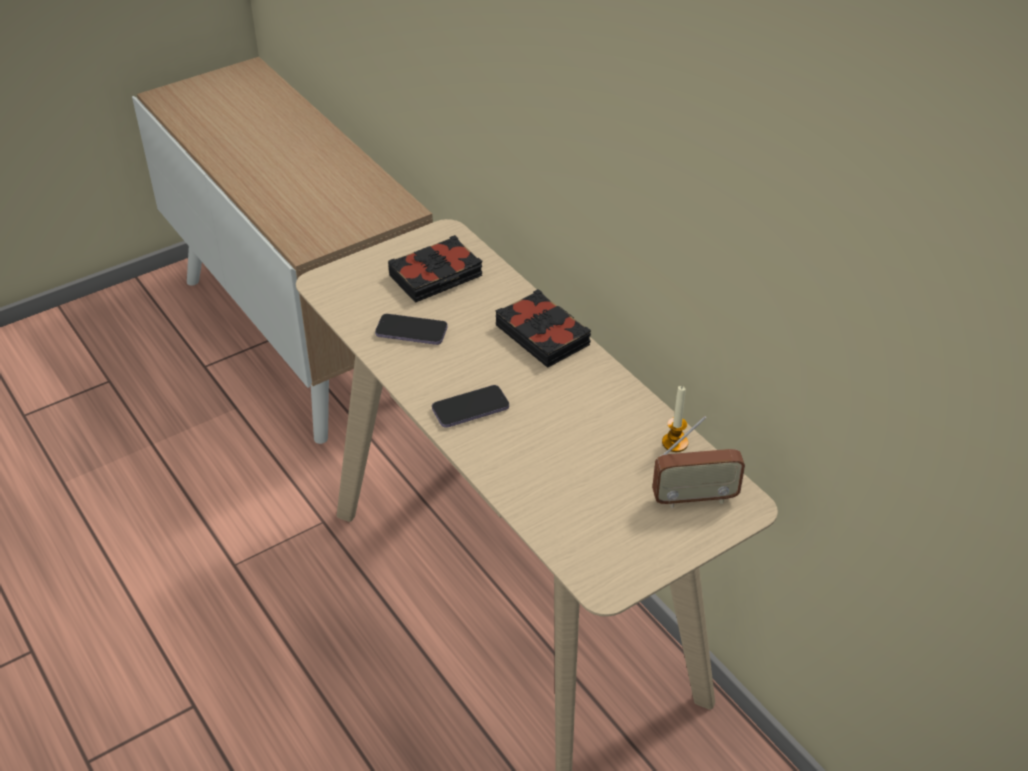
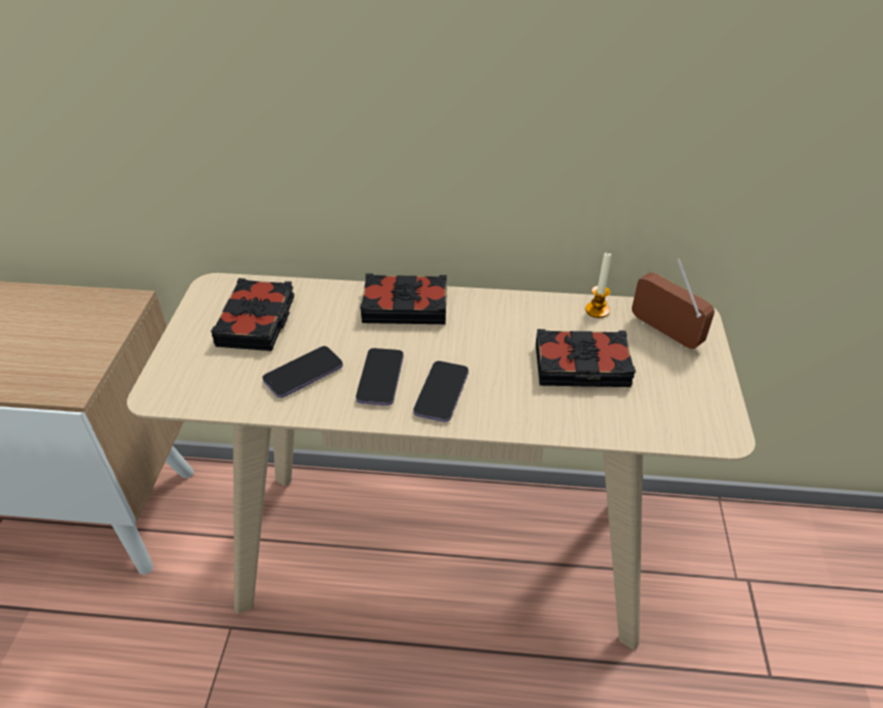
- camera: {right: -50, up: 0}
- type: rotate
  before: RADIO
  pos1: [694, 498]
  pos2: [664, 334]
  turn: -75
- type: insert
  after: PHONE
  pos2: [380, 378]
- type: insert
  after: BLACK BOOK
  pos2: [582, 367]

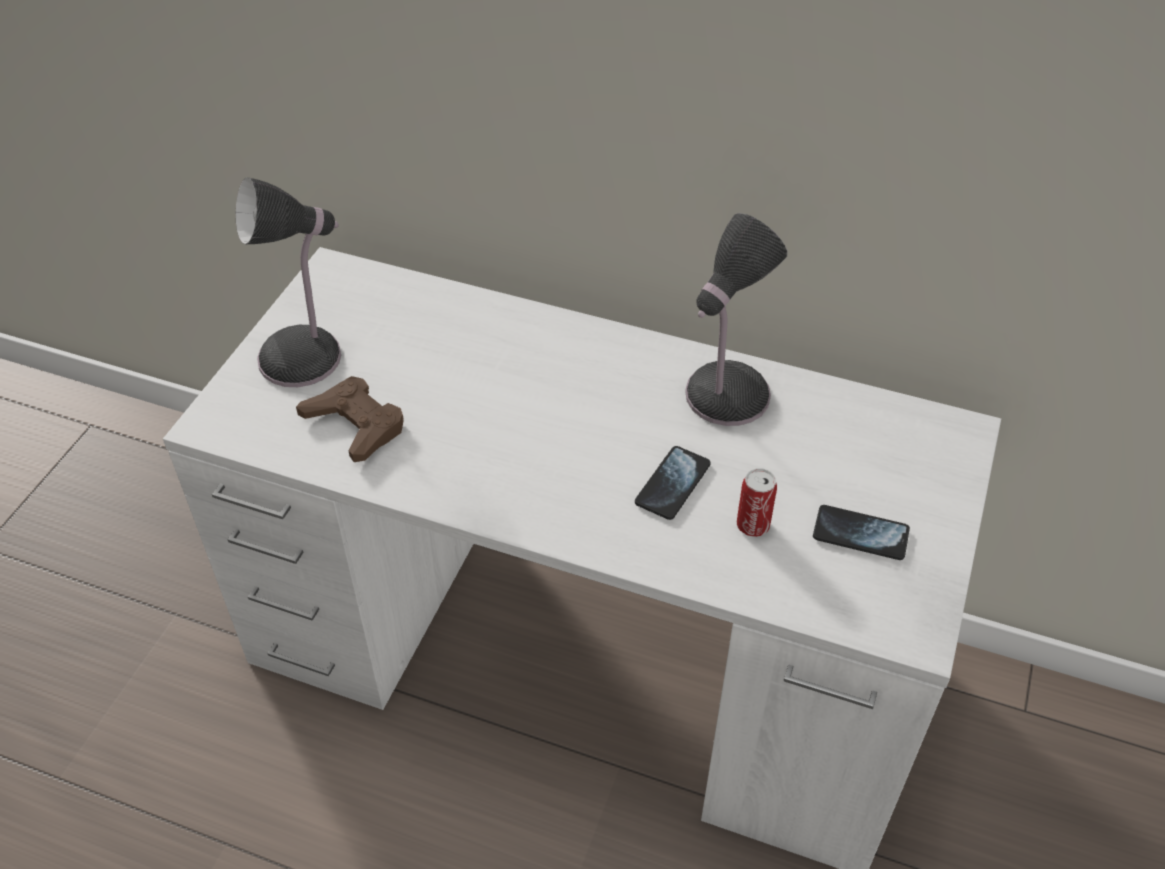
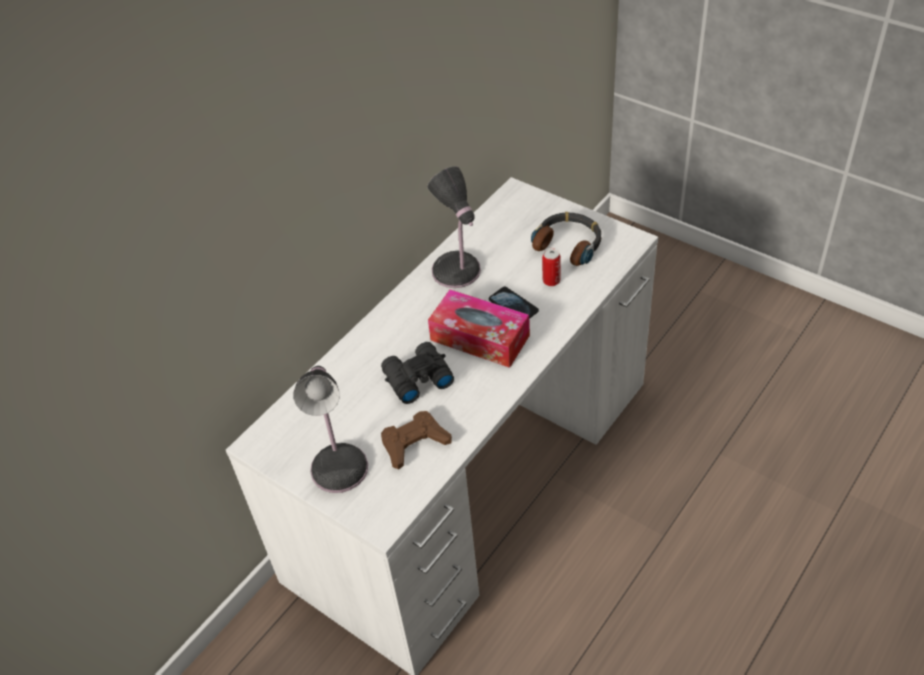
- camera: {right: -70, up: 0}
- type: replace
  before: PHONE
  after: HEADPHONES
  pos1: [860, 534]
  pos2: [569, 244]
- type: insert
  after: BLACK BINOCULARS
  pos2: [416, 378]
- type: insert
  after: TISSUE BOX
  pos2: [480, 338]

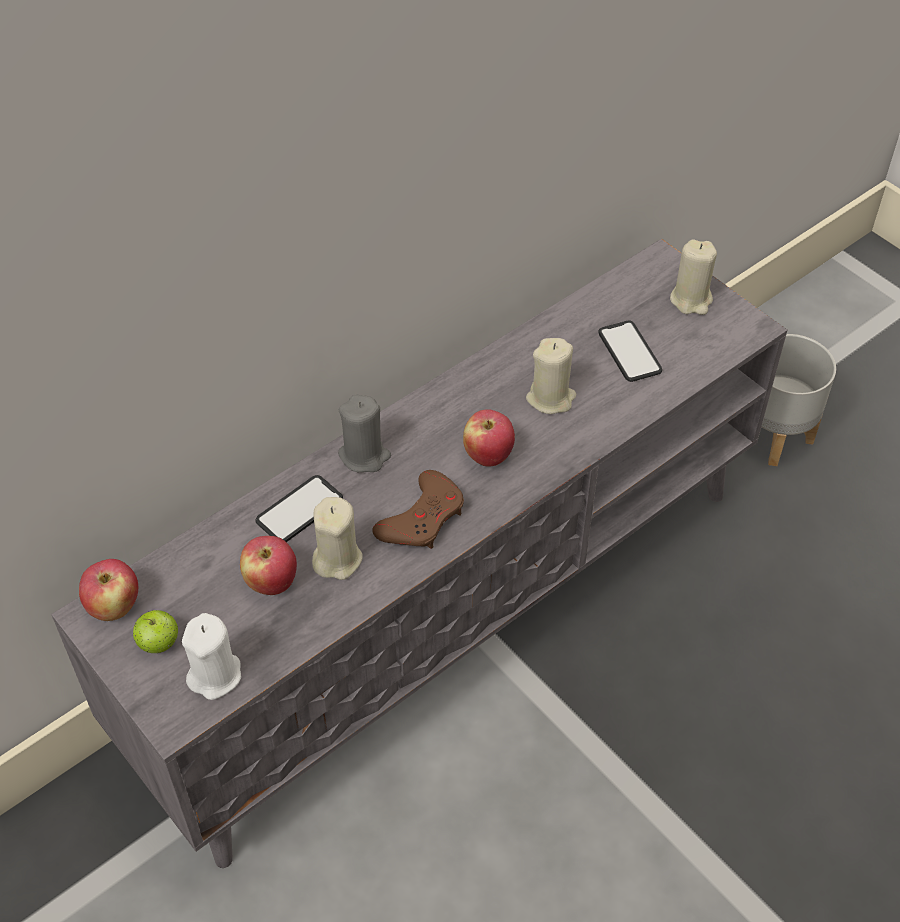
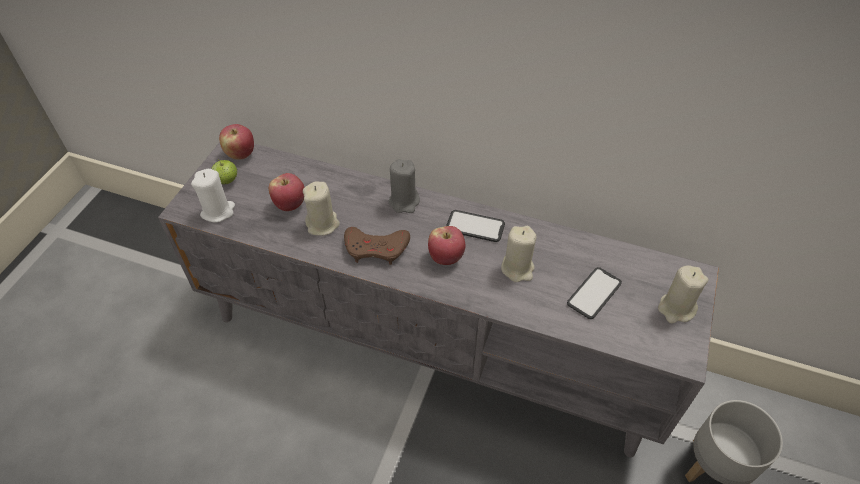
- camera: {right: 60, up: 0}
- type: move
  before: PHONE
  pos1: [299, 510]
  pos2: [475, 226]

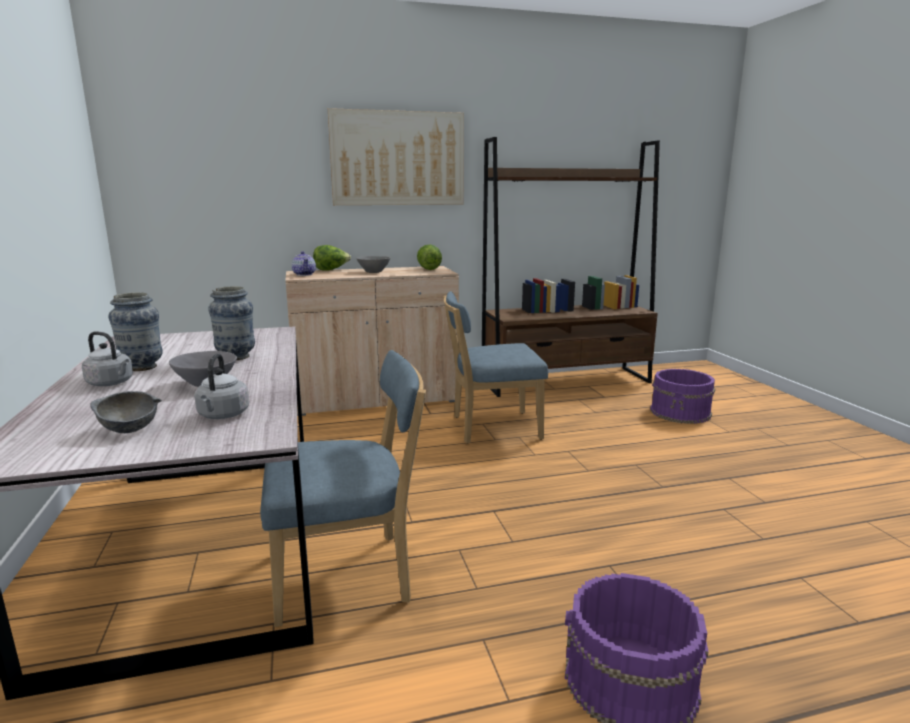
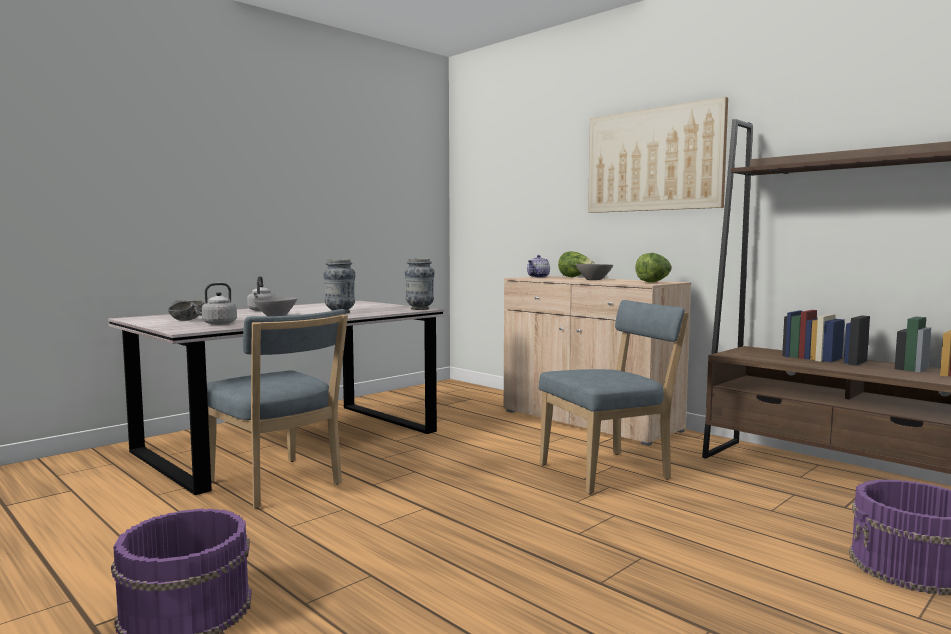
- camera: {right: 60, up: -10}
- type: move
  before: VASE
  pos1: [142, 367]
  pos2: [419, 309]
- type: rotate
  before: BLUE CHAIR
  pos1: [491, 428]
  pos2: [609, 471]
  turn: 105

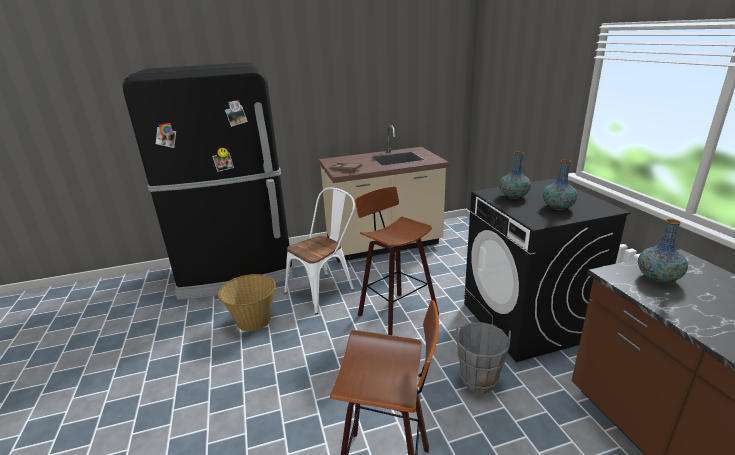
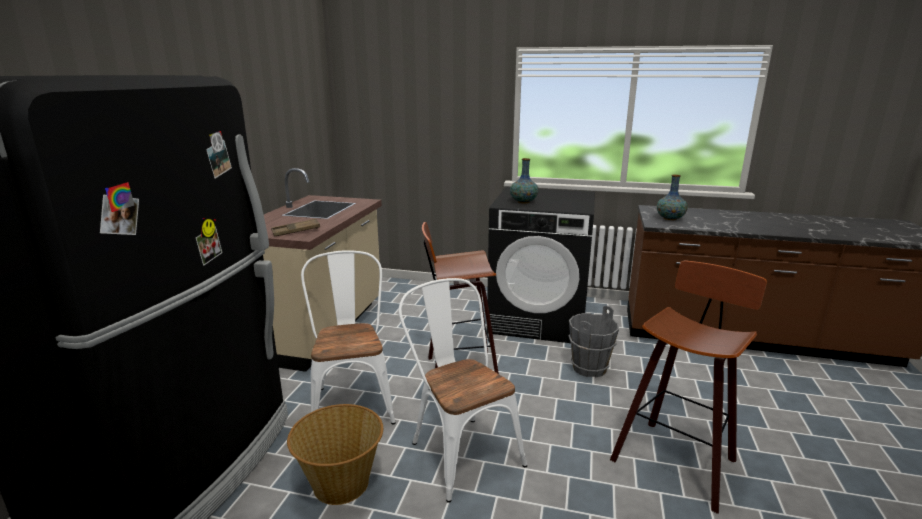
- camera: {right: -60, up: -5}
- type: delete
  before: VASE
  pos1: [557, 207]
- type: insert
  after: WHITE CHAIR
  pos2: [460, 449]

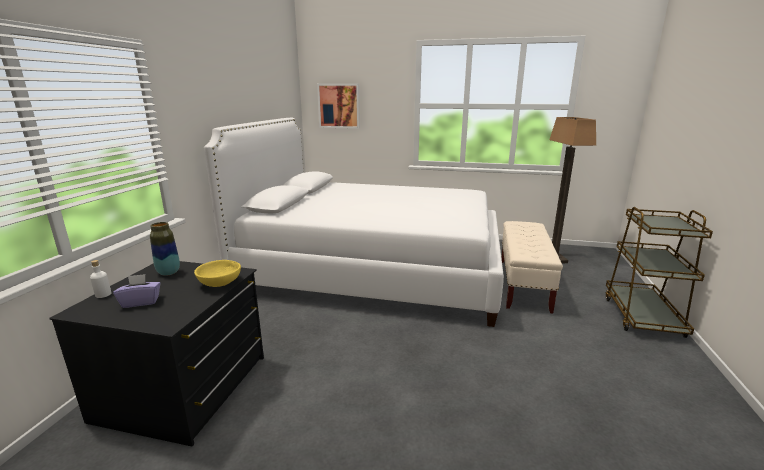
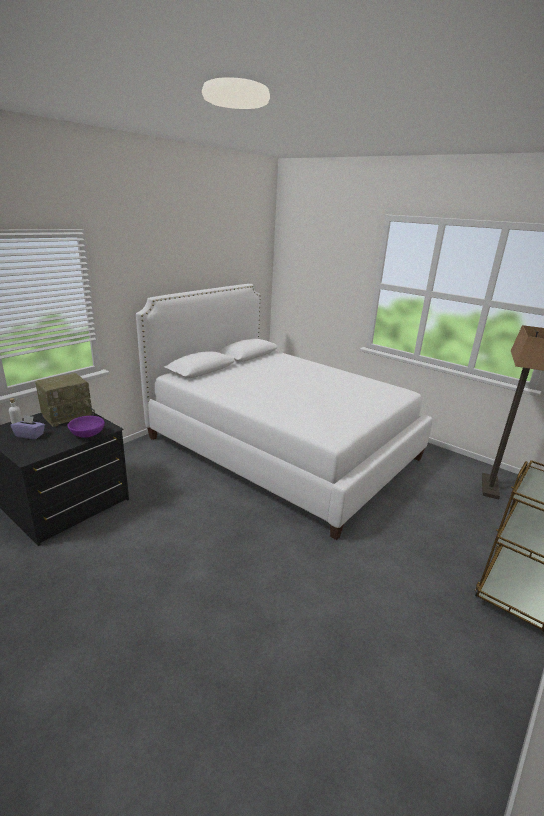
- camera: {right: 25, up: 5}
- type: replace
  before: VASE
  after: RADIO
  pos1: [168, 272]
  pos2: [68, 415]
- type: recolor
  before: YELLOW BOWL
  after: PURPLE BOWL
  pos1: [220, 283]
  pos2: [88, 434]
- type: delete
  before: PICTURE
  pos1: [339, 106]
- type: delete
  before: BEIGE BENCH
  pos1: [523, 284]

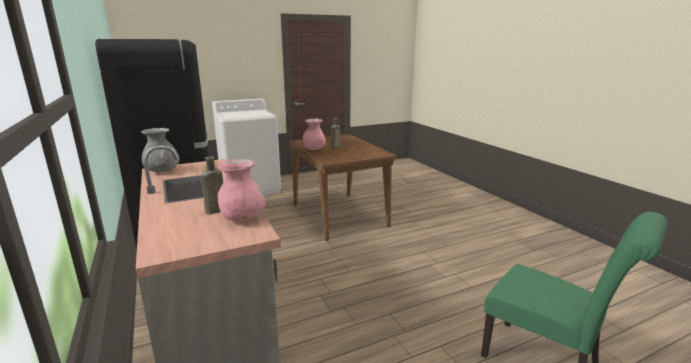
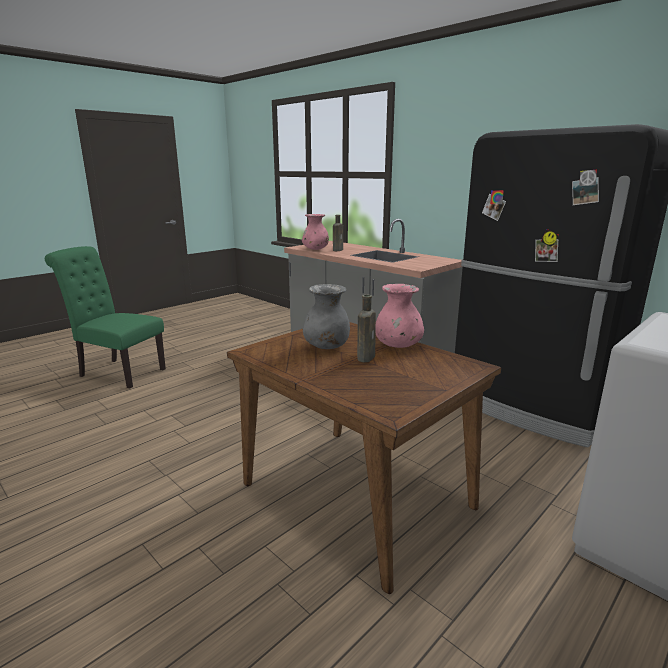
- camera: {right: 160, up: 0}
- type: move
  before: GREY VASE
  pos1: [163, 171]
  pos2: [326, 347]

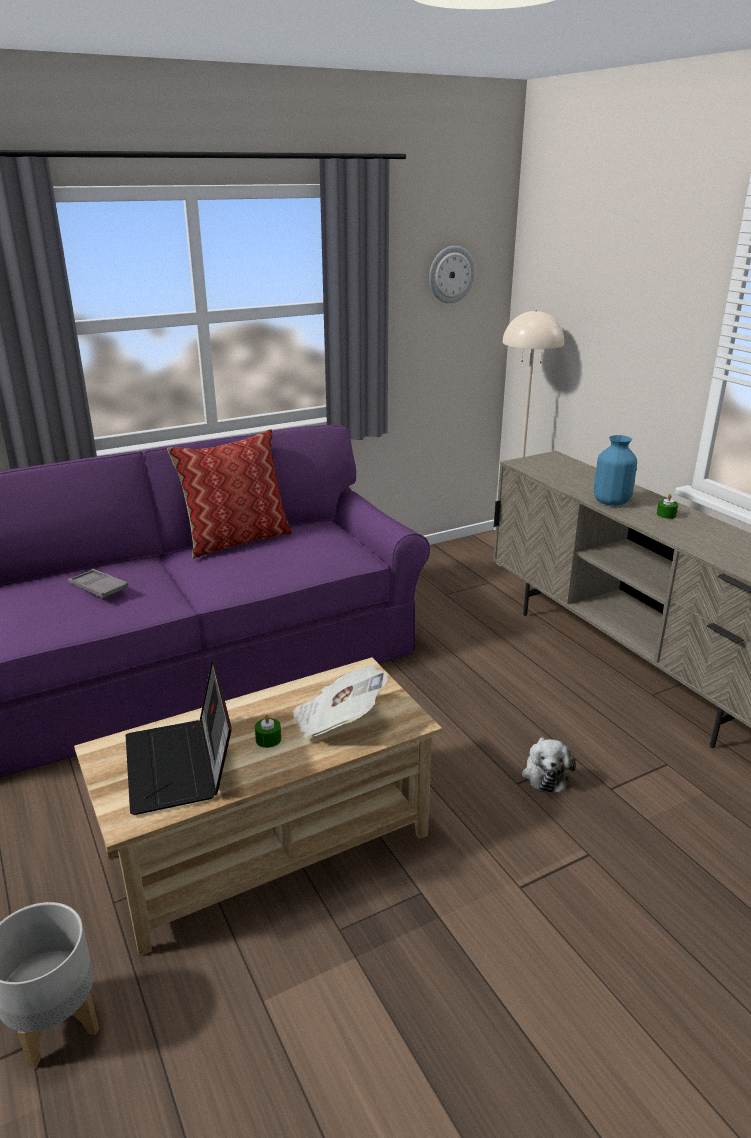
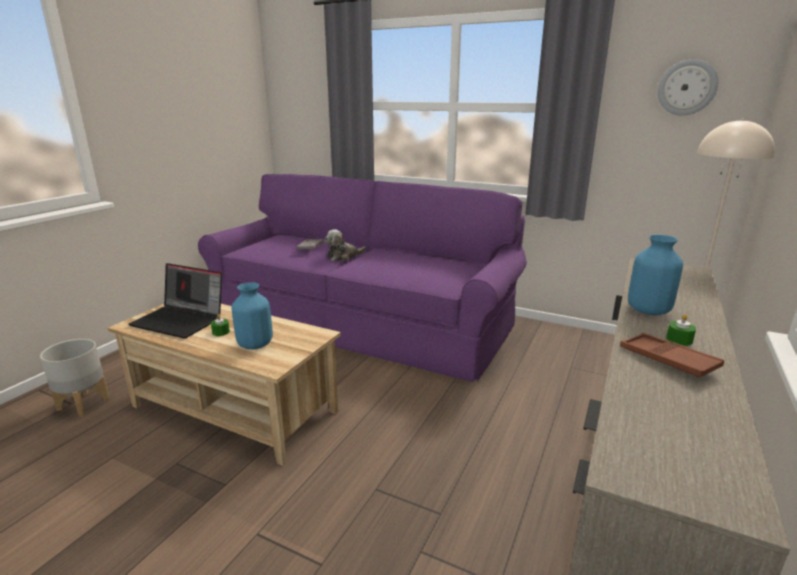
- camera: {right: 55, up: -5}
- type: rotate
  before: LAPTOP
  pos1: [181, 766]
  pos2: [181, 320]
  turn: -105
- type: delete
  before: PILLOW
  pos1: [237, 540]
- type: replace
  before: NEWSPAPER
  after: BLUE VASE
  pos1: [337, 721]
  pos2: [254, 344]
- type: move
  before: PLUSH TOY
  pos1: [545, 773]
  pos2: [343, 256]
- type: insert
  after: BROWN TRAY
  pos2: [667, 360]

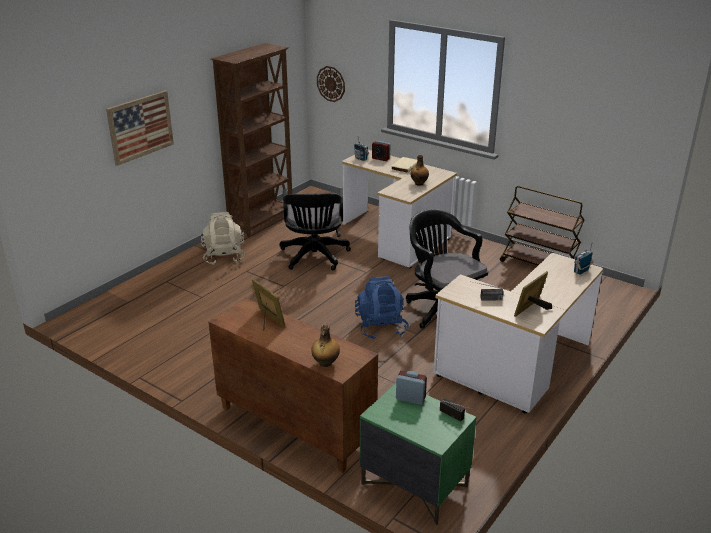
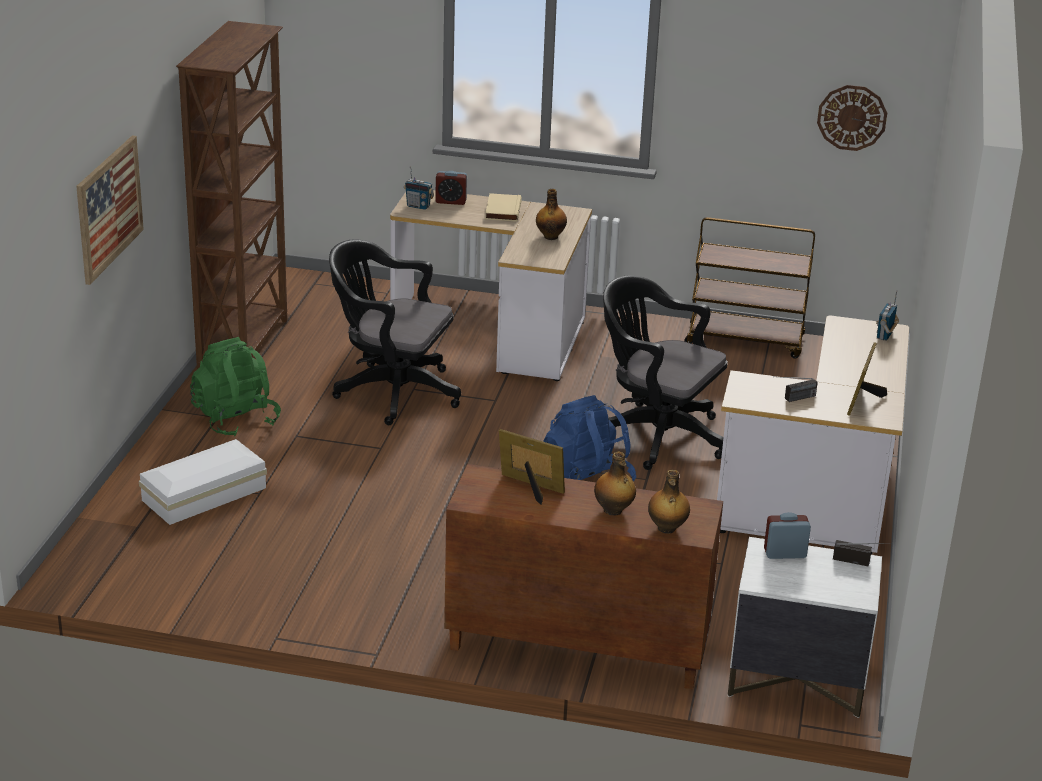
- camera: {right: -25, up: 0}
- type: recolor
  before: BEIGE BACKPACK
  after: GREEN BACKPACK
  pos1: [224, 257]
  pos2: [235, 419]
- type: rotate
  before: BLACK OFFICE CHAIR
  pos1: [314, 257]
  pos2: [391, 392]
  turn: 135
- type: move
  before: WALL CLOCK
  pos1: [331, 83]
  pos2: [852, 117]
- type: recolor
  before: GREEN NIGHTSTAND
  after: WHITE NIGHTSTAND
  pos1: [413, 485]
  pos2: [795, 679]
- type: insert
  after: WHITE STORAGE BOX
  pos2: [206, 494]
- type: insert
  after: BOTTLE
  pos2: [613, 510]

